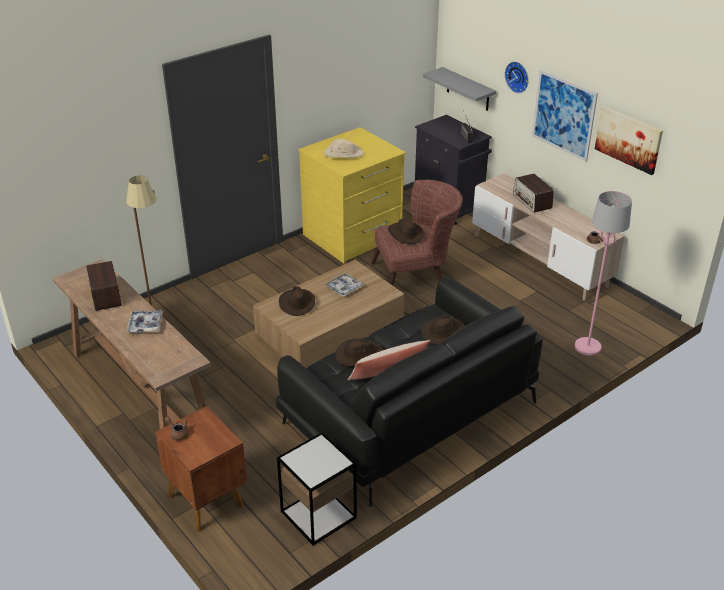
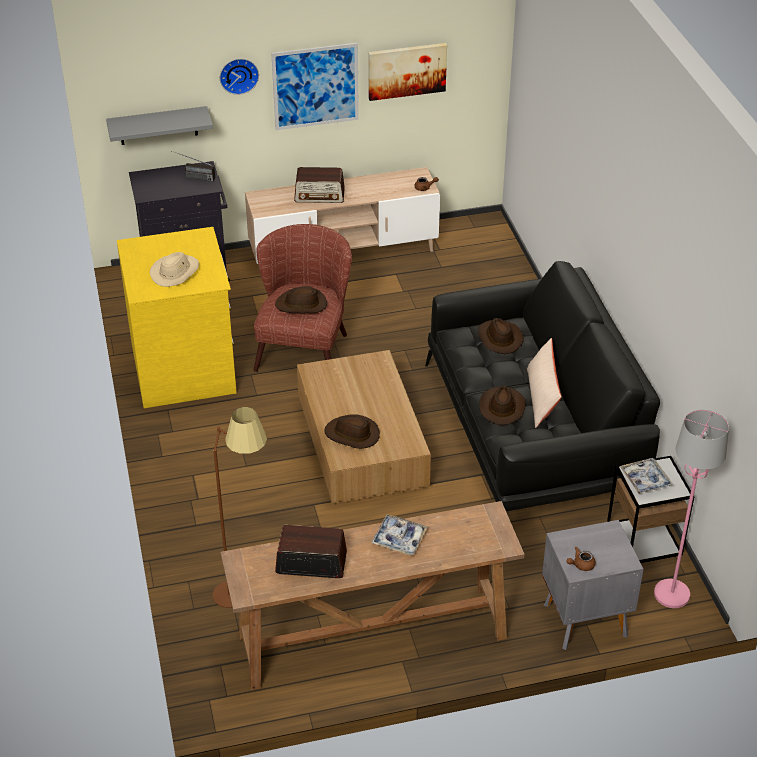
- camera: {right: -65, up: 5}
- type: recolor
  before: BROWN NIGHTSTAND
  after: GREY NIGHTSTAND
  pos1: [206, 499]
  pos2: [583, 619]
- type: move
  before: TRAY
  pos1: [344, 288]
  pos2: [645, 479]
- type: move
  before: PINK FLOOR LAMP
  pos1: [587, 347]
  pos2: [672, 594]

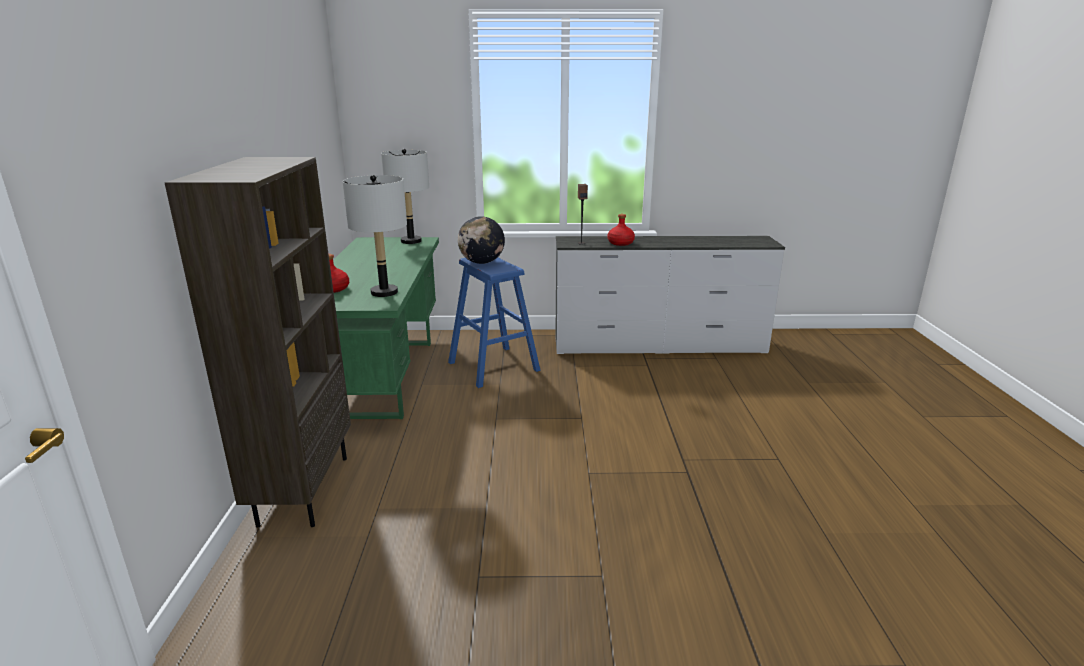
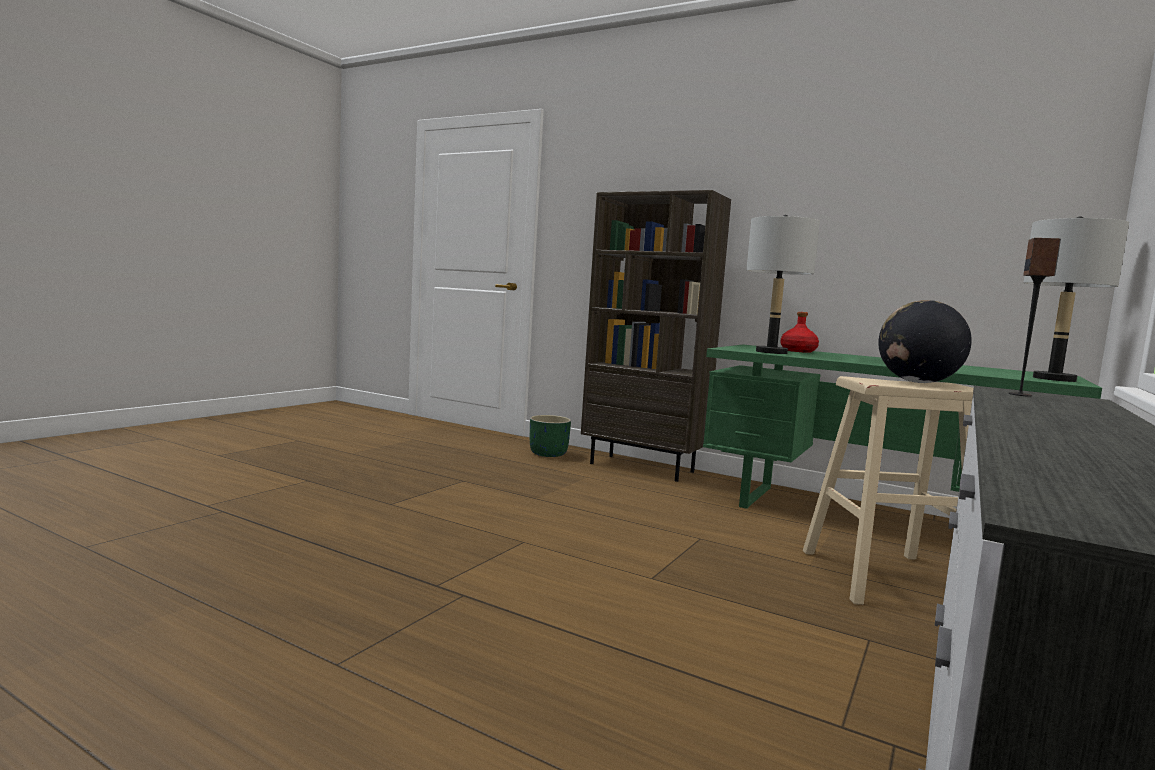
- camera: {right: 120, up: -15}
- type: recolor
  before: BLUE STOOL
  after: BEIGE STOOL
  pos1: [493, 366]
  pos2: [885, 578]
- type: delete
  before: RED BOTTLE
  pos1: [620, 243]
- type: insert
  after: GREEN PLANTER
  pos2: [549, 454]

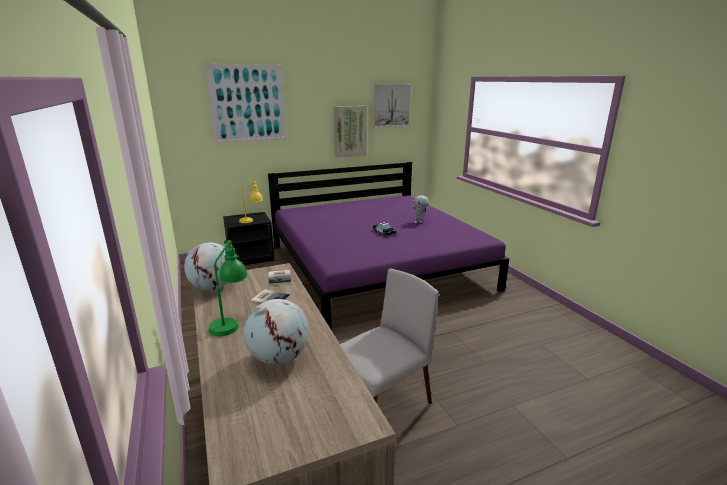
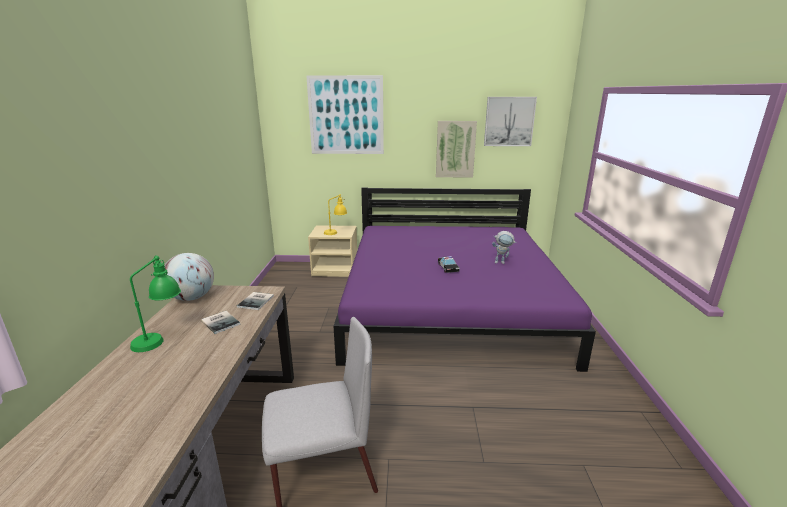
- camera: {right: 25, up: 0}
- type: recolor
  before: BLACK NIGHTSTAND
  after: BEIGE NIGHTSTAND
  pos1: [251, 257]
  pos2: [335, 269]
- type: delete
  before: GLOBE
  pos1: [279, 358]

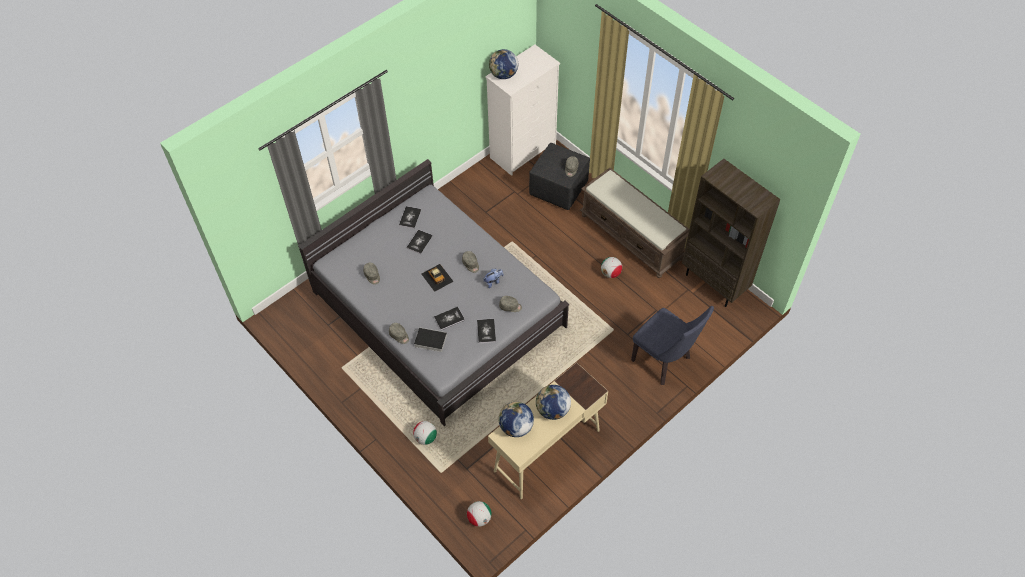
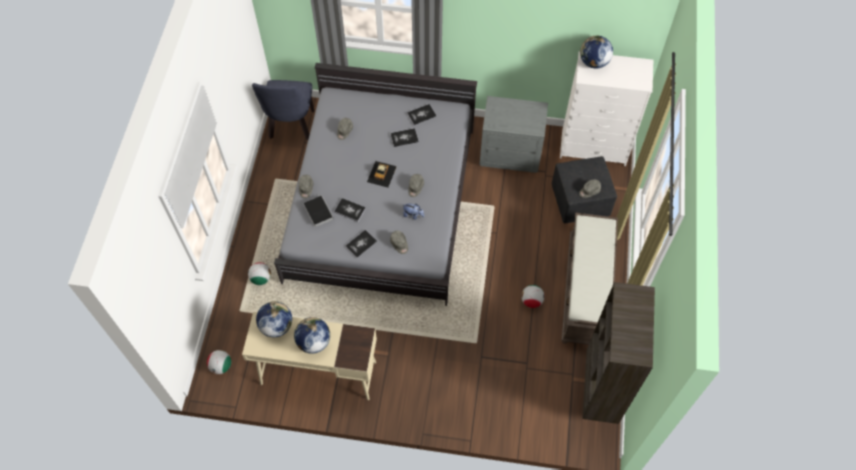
- camera: {right: 50, up: 5}
- type: move
  before: BLUE CHAIR
  pos1: [664, 362]
  pos2: [291, 128]
- type: insert
  after: GREY NIGHTSTAND
  pos2: [510, 153]

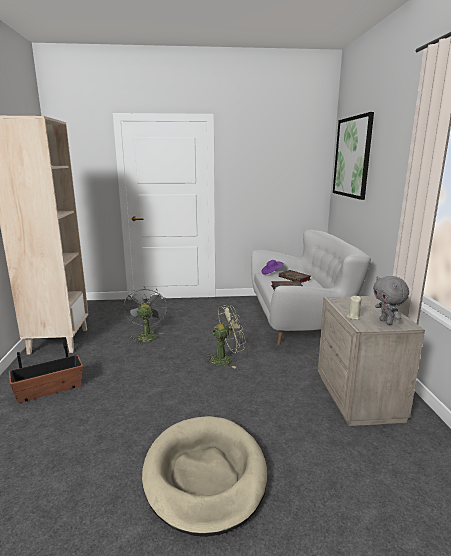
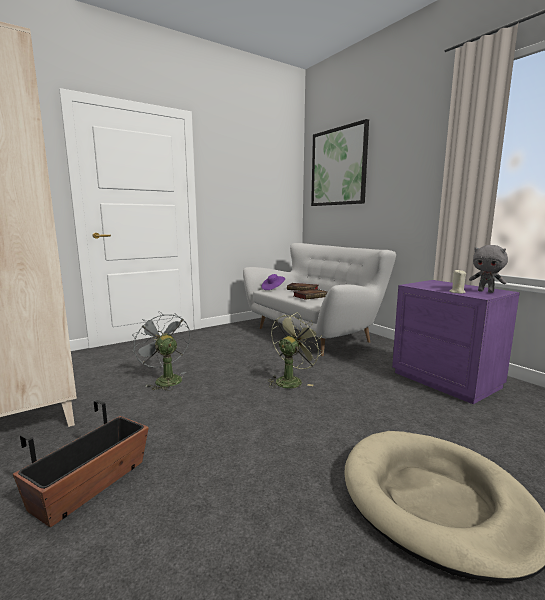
- camera: {right: -30, up: -5}
- type: recolor
  before: BEIGE NIGHTSTAND
  after: PURPLE NIGHTSTAND
  pos1: [360, 397]
  pos2: [446, 380]

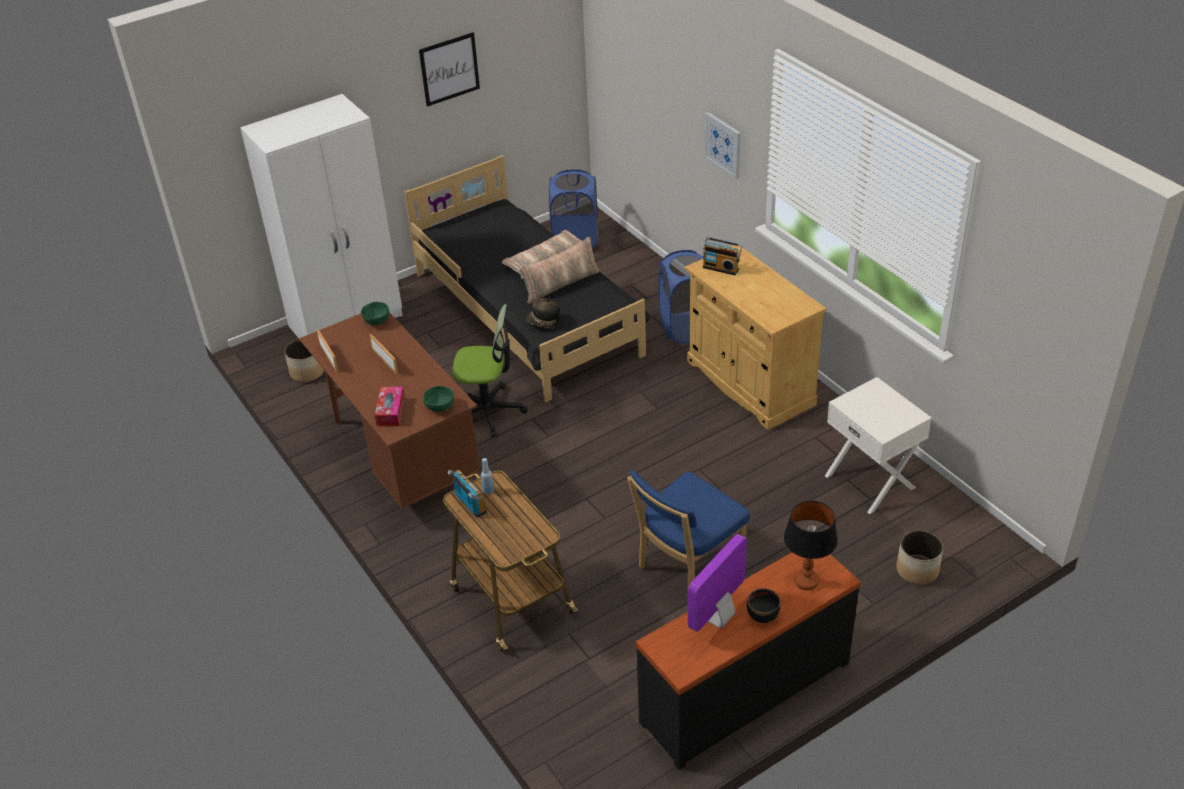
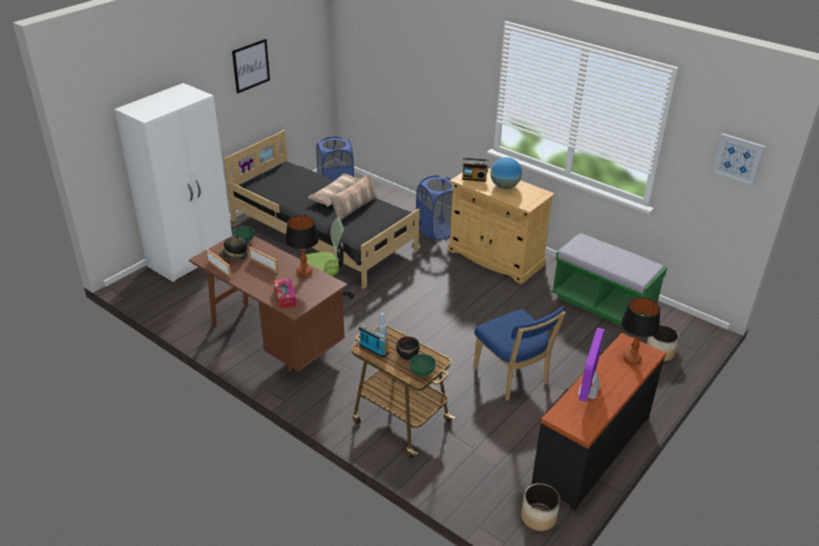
- camera: {right: -20, up: -5}
- type: move
  before: PLANTER
  pos1: [307, 372]
  pos2: [538, 517]
- type: move
  before: GREEN BOWL
  pos1: [440, 407]
  pos2: [422, 371]
- type: move
  before: HAT
  pos1: [543, 323]
  pos2: [234, 257]
- type: rotate
  before: BLUE CHAIR
  pos1: [687, 567]
  pos2: [512, 377]
  turn: -60
- type: move
  before: PICTURE
  pos1: [723, 145]
  pos2: [738, 159]
- type: move
  before: BLACK BOWL
  pos1: [763, 615]
  pos2: [407, 355]
- type: replace
  before: WHITE NIGHTSTAND
  after: GREEN BENCH
  pos1: [871, 481]
  pos2: [602, 304]
- type: insert
  after: TABLE LAMP
  pos2: [304, 272]
- type: insert
  after: GLOBE
  pos2: [504, 186]

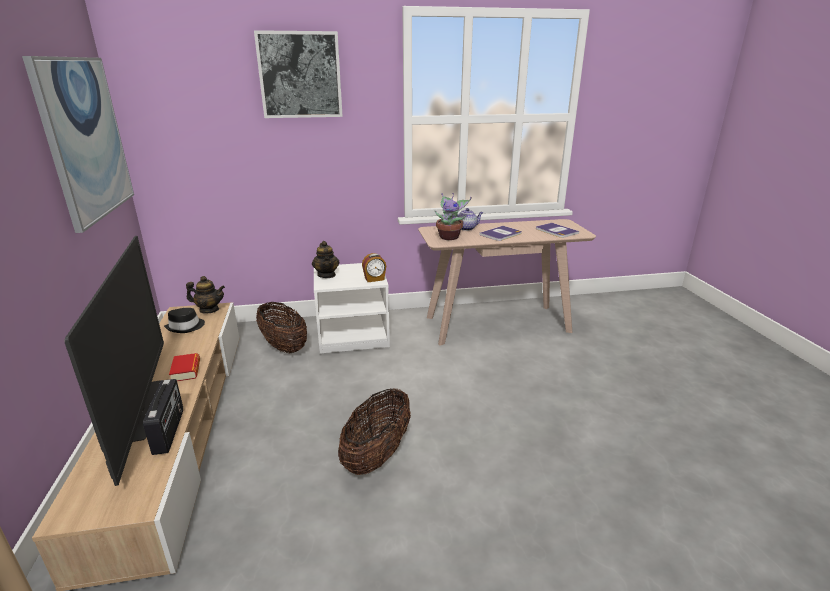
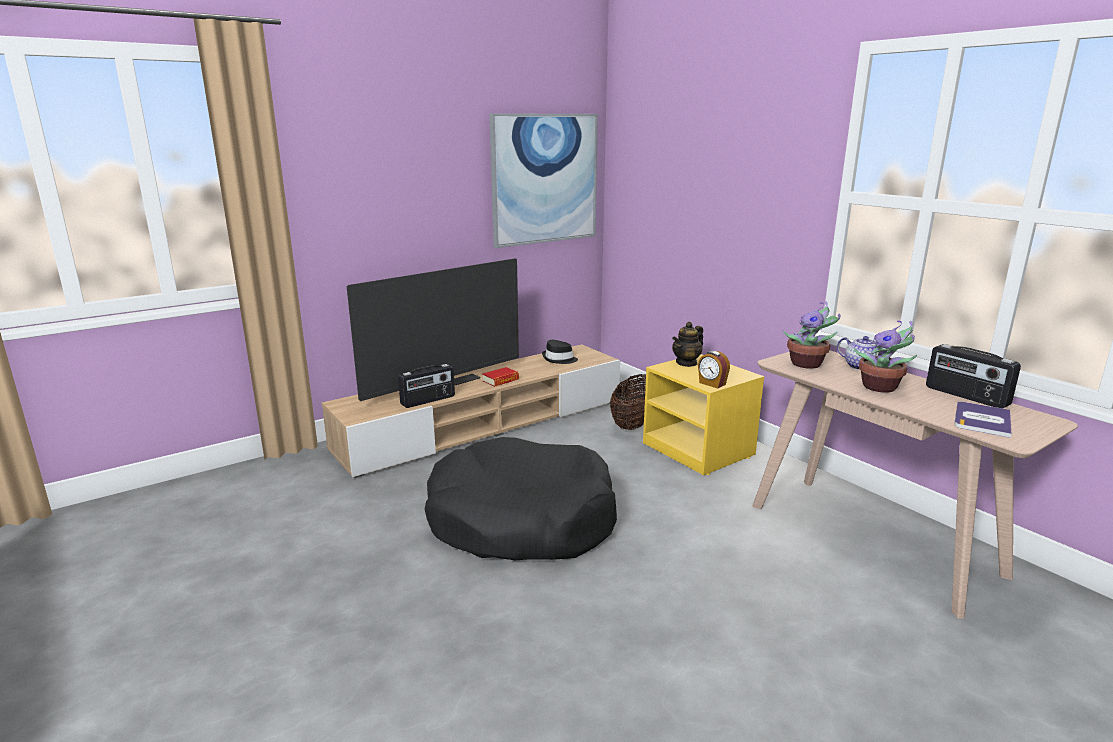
- camera: {right: 65, up: -5}
- type: delete
  before: TEAPOT
  pos1: [209, 310]
- type: delete
  before: PICTURE
  pos1: [300, 75]
- type: recolor
  before: WHITE NIGHTSTAND
  after: YELLOW NIGHTSTAND
  pos1: [353, 335]
  pos2: [699, 450]
- type: replace
  before: BASKET
  after: BLACK DOG BED
  pos1: [377, 454]
  pos2: [521, 520]
- type: replace
  before: BOOK
  after: POTTED PLANT
  pos1: [501, 234]
  pos2: [881, 388]
- type: insert
  after: RADIO
  pos2: [966, 396]

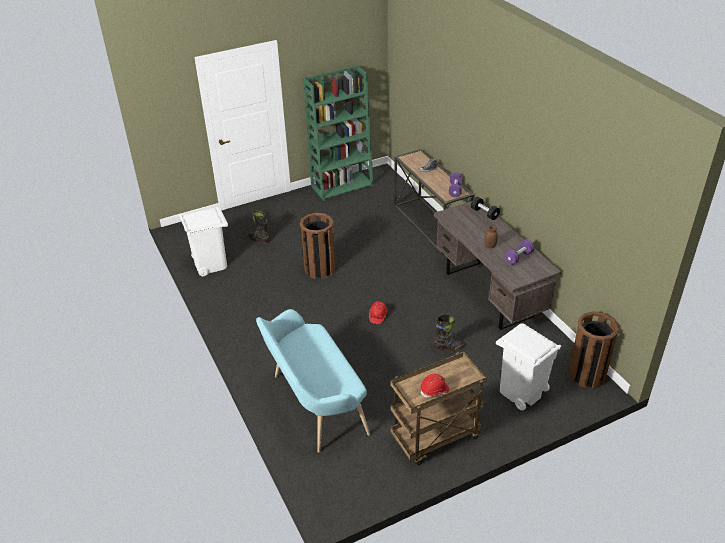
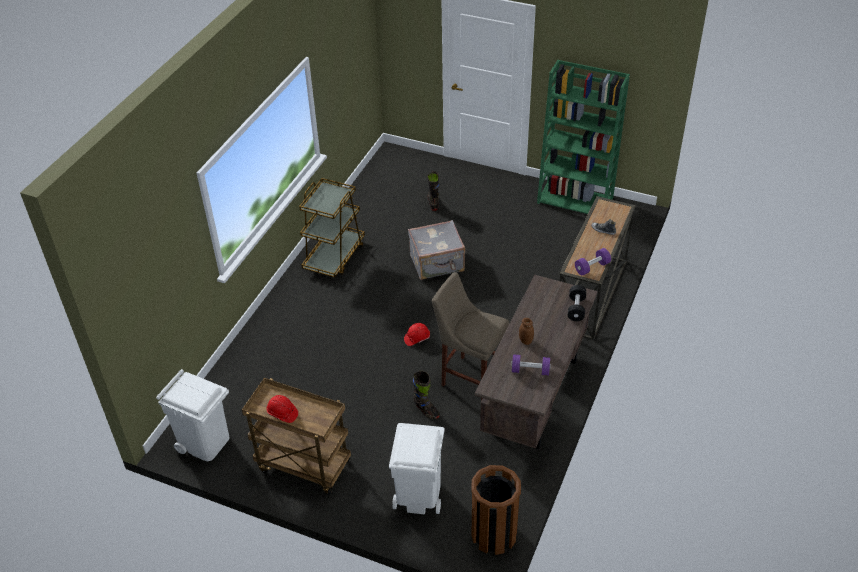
- camera: {right: 50, up: 5}
- type: move
  before: WHITE TRASH CAN
  pos1: [210, 264]
  pos2: [205, 442]
- type: delete
  before: TURQUOISE BENCH
  pos1: [314, 405]
- type: replace
  before: BROWN TRASH CAN
  after: GREY SUITCASE
  pos1: [319, 269]
  pos2: [437, 263]
- type: insert
  after: BROWN CART
  pos2: [334, 256]
- type: insert
  after: BEIGE STOOL
  pos2: [470, 377]

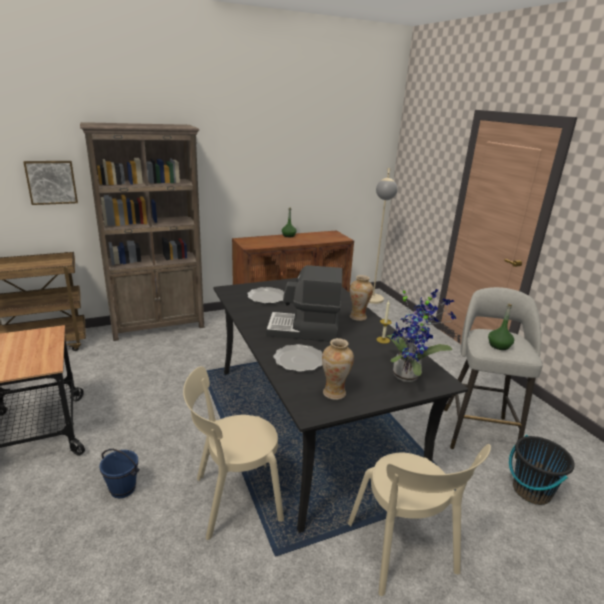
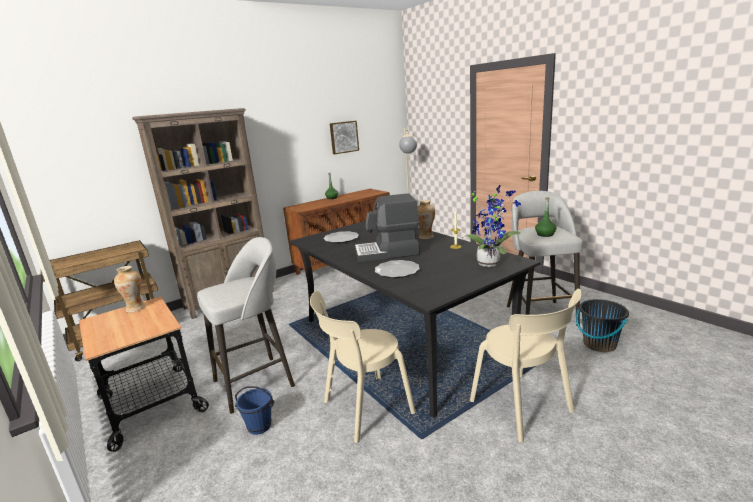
- camera: {right: -10, up: -5}
- type: move
  before: PICTURE
  pos1: [51, 182]
  pos2: [343, 137]
- type: move
  before: VASE
  pos1: [334, 393]
  pos2: [135, 308]
- type: insert
  after: GREY STOOL
  pos2: [256, 382]

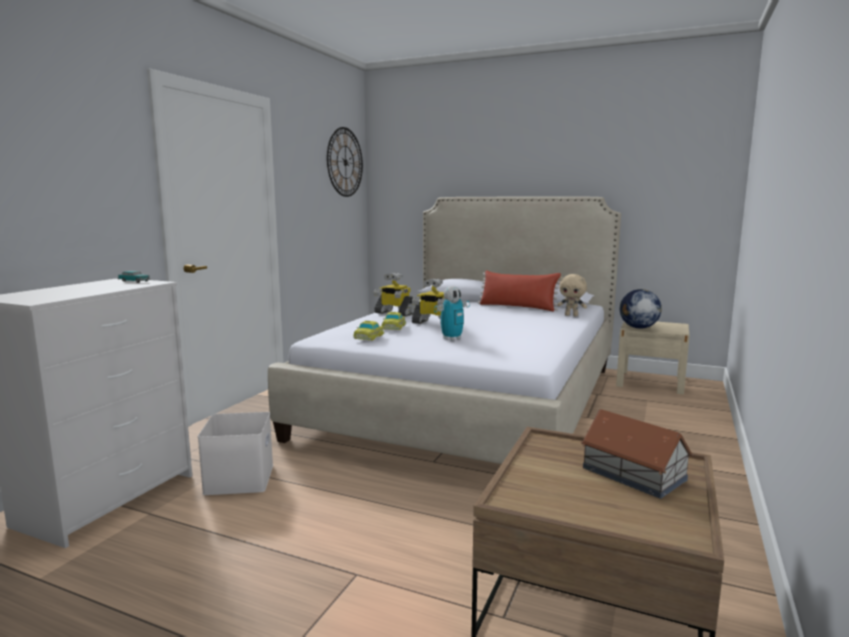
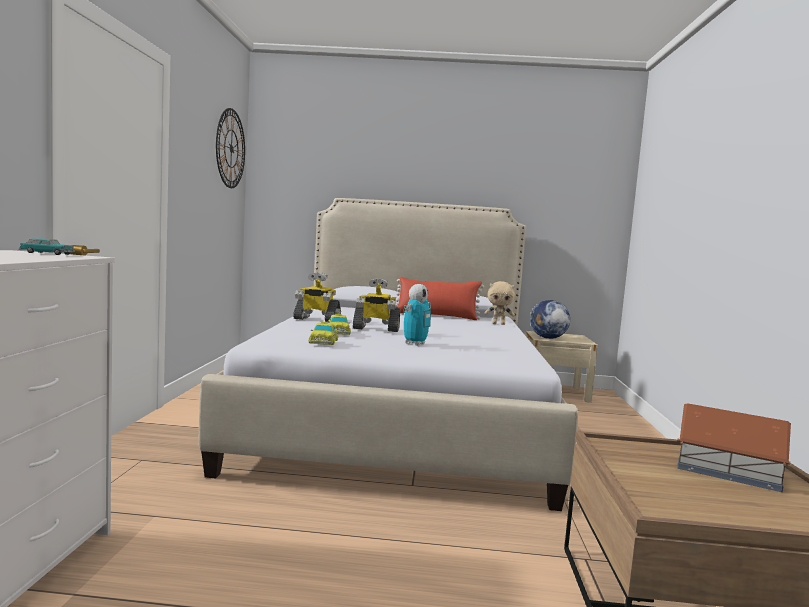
- camera: {right: -20, up: -5}
- type: delete
  before: WHITE STORAGE BOX
  pos1: [238, 478]

